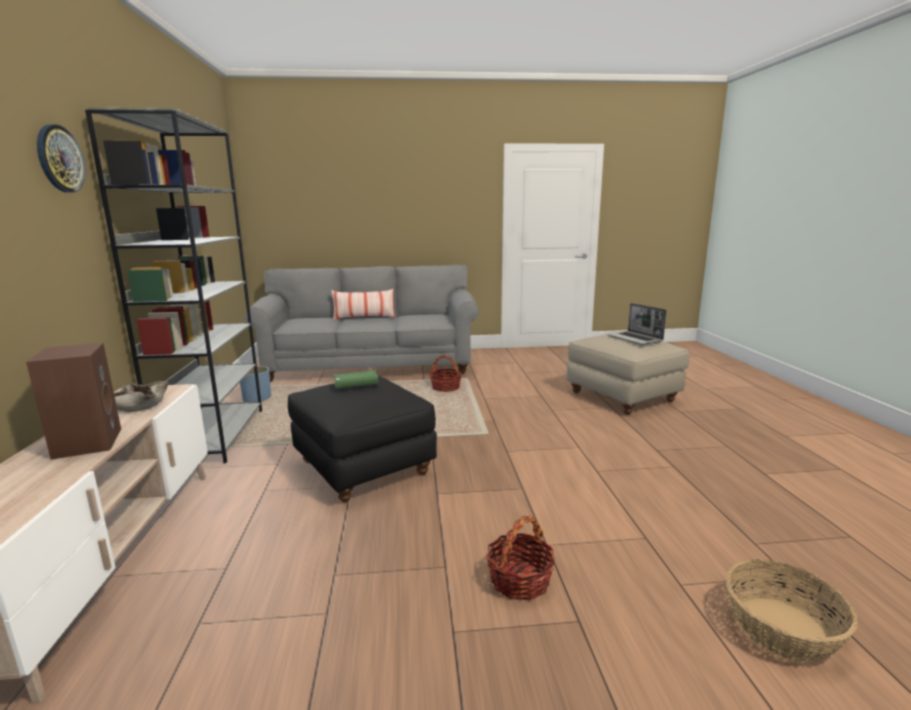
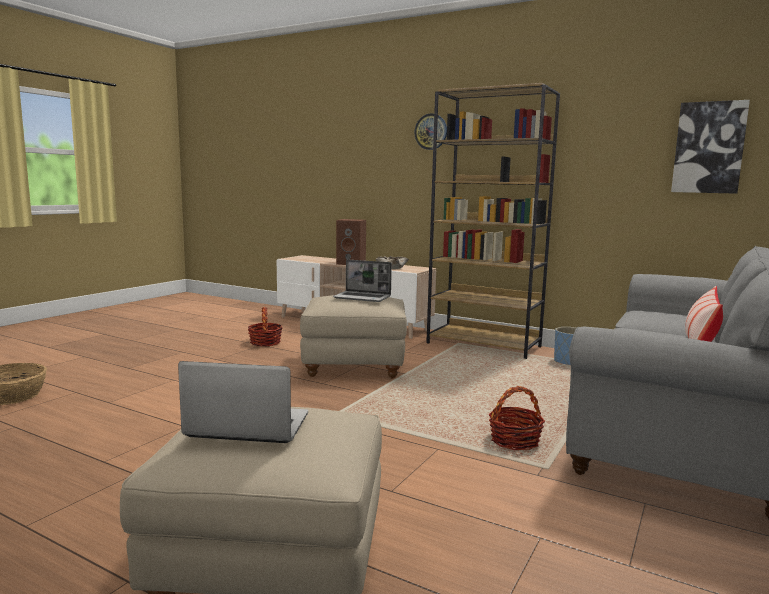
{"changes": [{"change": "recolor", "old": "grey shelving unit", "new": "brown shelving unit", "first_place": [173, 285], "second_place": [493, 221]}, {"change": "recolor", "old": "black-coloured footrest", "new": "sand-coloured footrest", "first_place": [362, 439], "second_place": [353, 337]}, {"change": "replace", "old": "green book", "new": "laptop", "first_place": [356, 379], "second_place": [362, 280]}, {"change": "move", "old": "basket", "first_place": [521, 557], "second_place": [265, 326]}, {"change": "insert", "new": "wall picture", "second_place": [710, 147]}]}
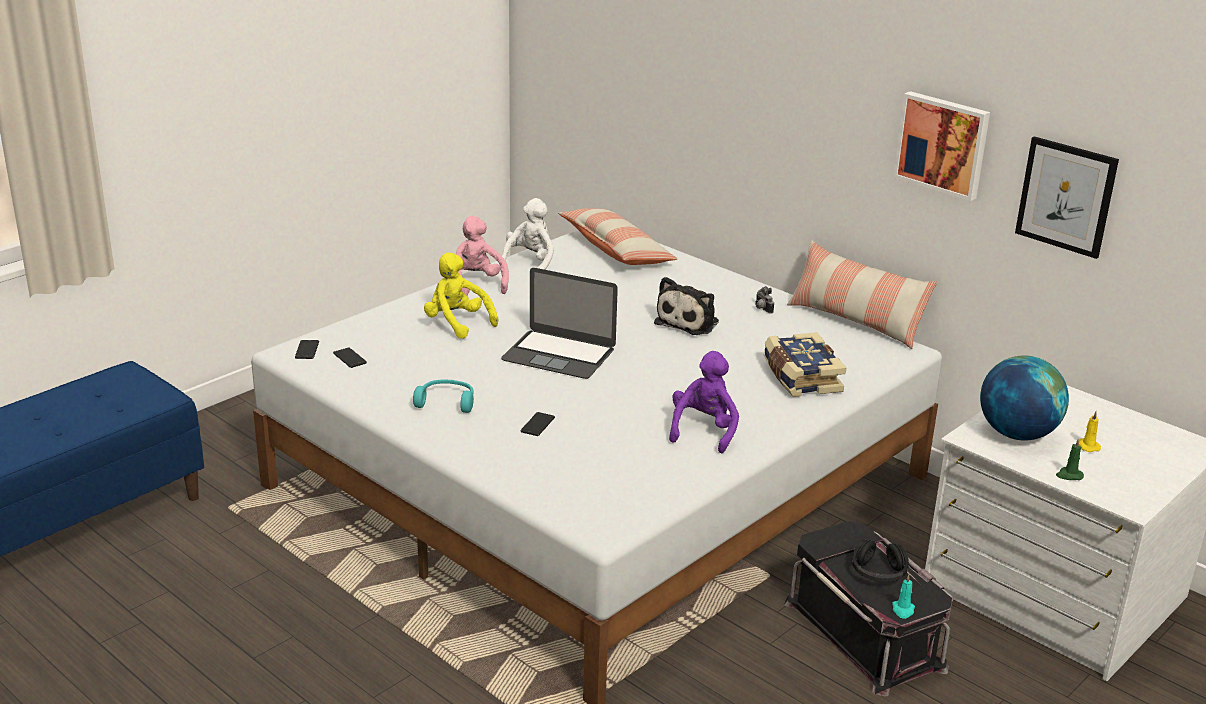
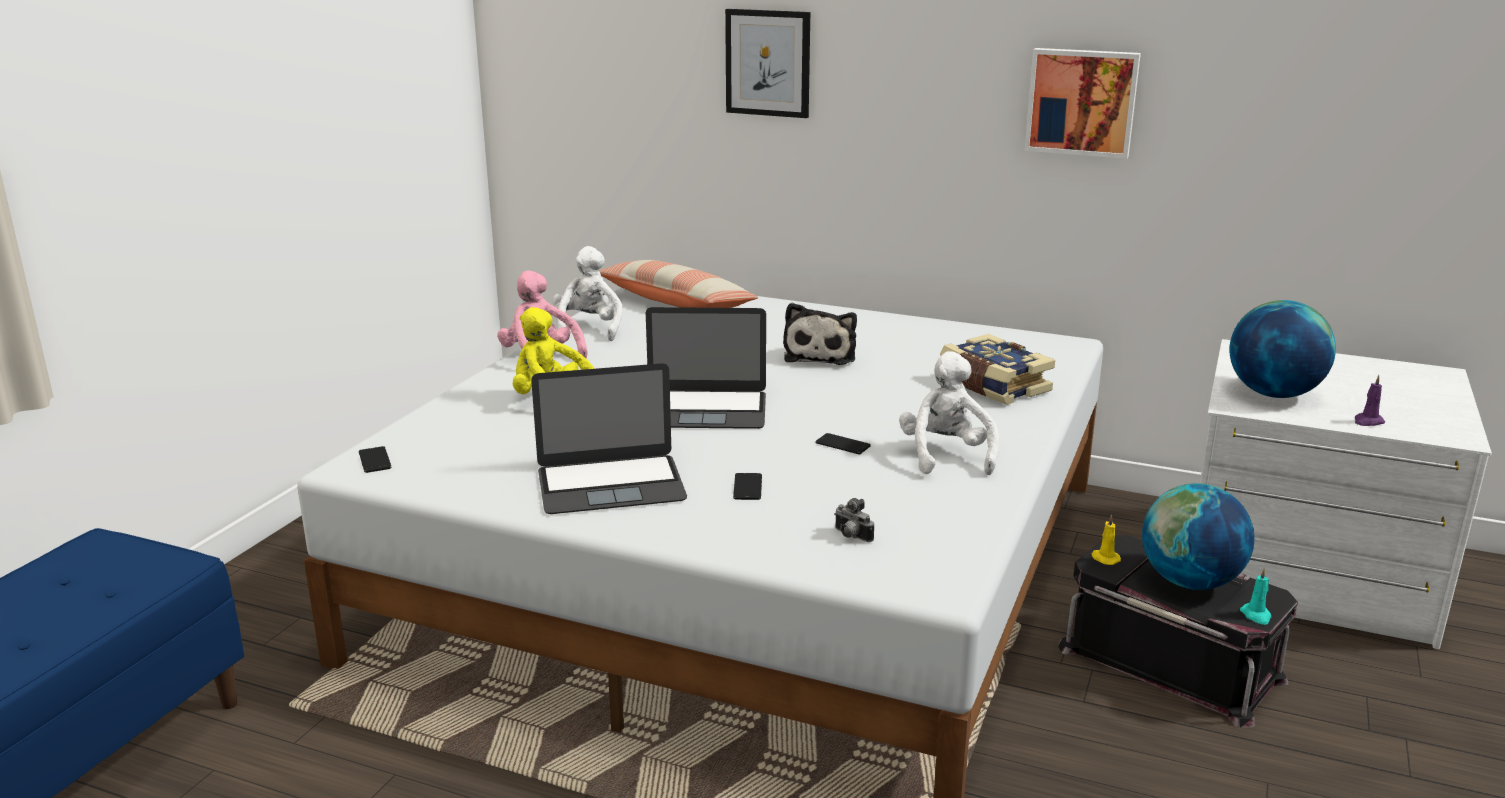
{"changes": [{"change": "move", "old": "telephone", "first_place": [350, 358], "second_place": [843, 444]}, {"change": "replace", "old": "turquoise-coloured headset", "new": "laptop", "first_place": [443, 396], "second_place": [609, 438]}, {"change": "recolor", "old": "purplish soft toy", "new": "white soft toy", "first_place": [704, 402], "second_place": [949, 413]}, {"change": "move", "old": "still camera", "first_place": [764, 299], "second_place": [854, 520]}, {"change": "delete", "old": "cushion", "first_place": [862, 294]}, {"change": "replace", "old": "black-coloured headset", "new": "desk globe", "first_place": [880, 561], "second_place": [1198, 536]}, {"change": "move", "old": "wall picture", "first_place": [1067, 197], "second_place": [767, 63]}, {"change": "recolor", "old": "green wax candle", "new": "purplish wax candle", "first_place": [1070, 459], "second_place": [1370, 400]}, {"change": "move", "old": "yellow-coloured wax candle", "first_place": [1090, 431], "second_place": [1106, 539]}]}
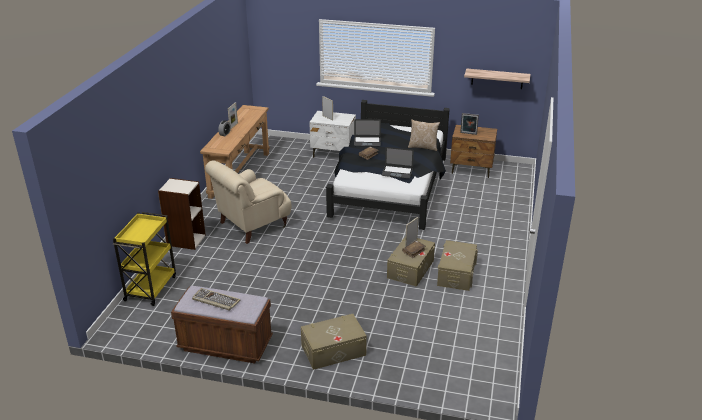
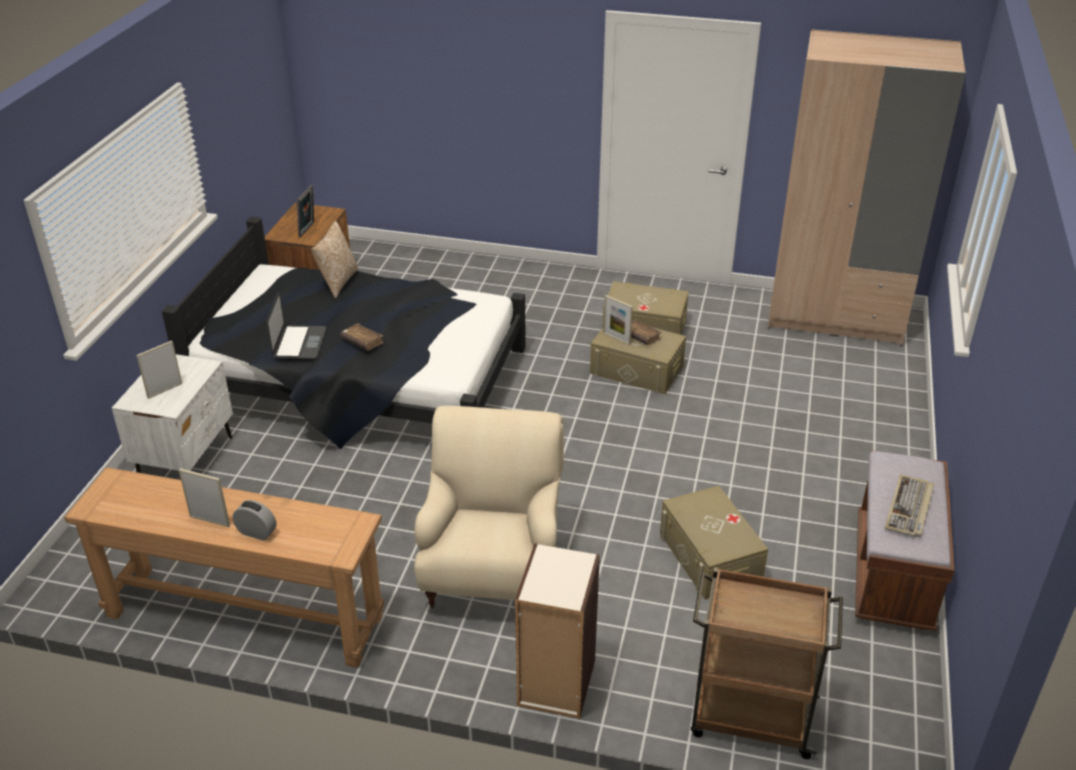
{"changes": [{"change": "recolor", "old": "yellow-coloured wheeled cart", "new": "brown wheeled cart", "first_place": [144, 259], "second_place": [767, 663]}, {"change": "rotate", "old": "sand-coloured easy chair", "first_place": [248, 202], "second_place": [489, 507], "degrees": -135}, {"change": "move", "old": "sand-coloured storage bin", "first_place": [334, 342], "second_place": [714, 542]}, {"change": "delete", "old": "laptop", "first_place": [397, 163]}, {"change": "delete", "old": "shelf", "first_place": [497, 78]}, {"change": "insert", "new": "sand-coloured armoire", "second_place": [867, 187]}]}
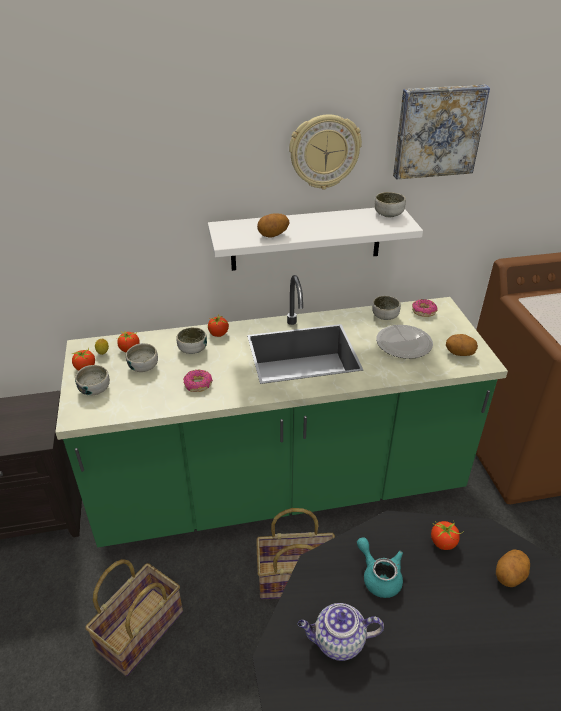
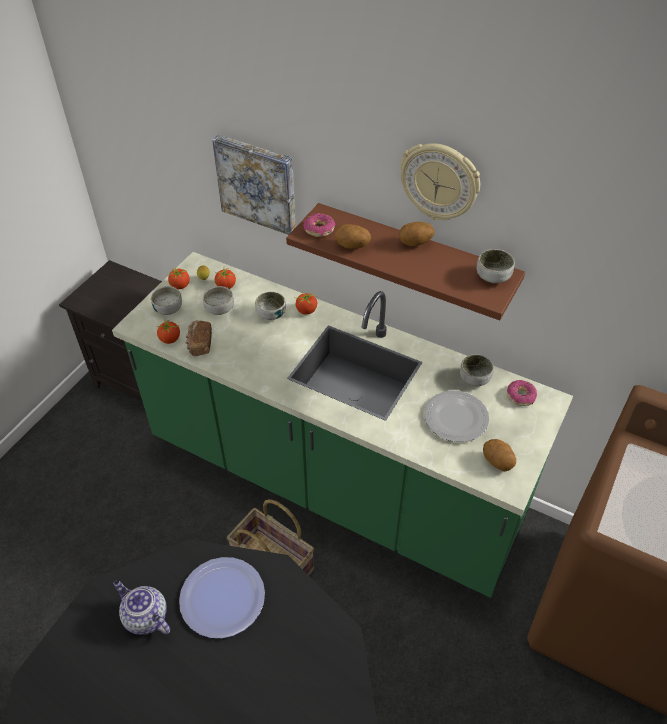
{"changes": [{"change": "delete", "old": "basket", "first_place": [134, 617]}, {"change": "move", "old": "ring doughnut", "first_place": [198, 380], "second_place": [319, 225]}, {"change": "recolor", "old": "white shelf", "new": "brown shelf", "first_place": [315, 239], "second_place": [405, 261]}, {"change": "replace", "old": "turquoise-coloured pot for tea", "new": "plate", "first_place": [380, 567], "second_place": [222, 598]}, {"change": "move", "old": "wall picture", "first_place": [441, 132], "second_place": [254, 185]}, {"change": "move", "old": "tomato", "first_place": [447, 535], "second_place": [168, 331]}, {"change": "move", "old": "spud", "first_place": [513, 568], "second_place": [417, 234]}, {"change": "insert", "new": "bread", "second_place": [198, 338]}]}
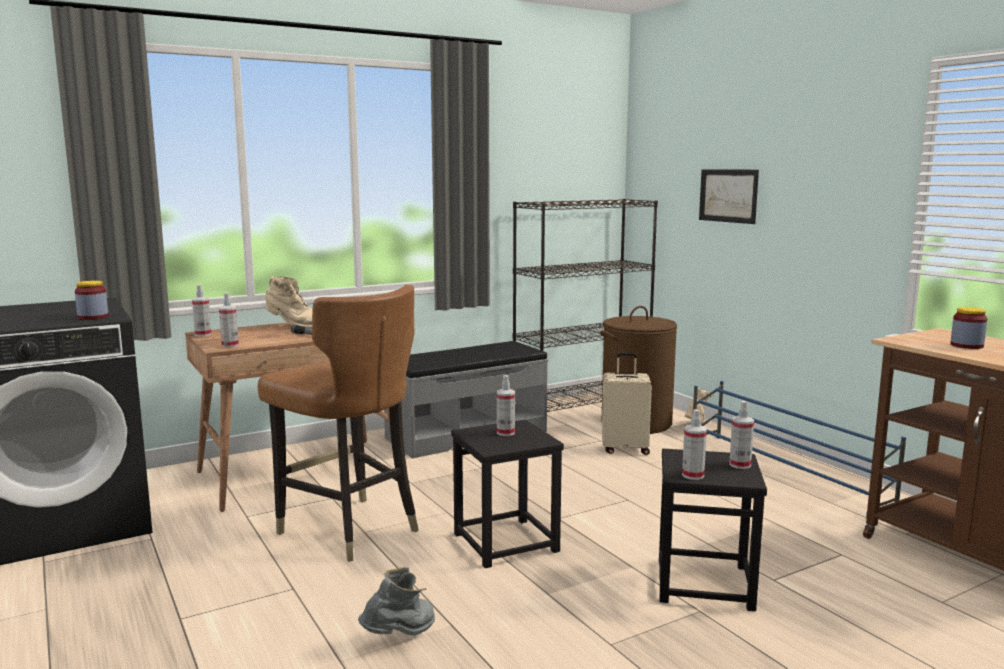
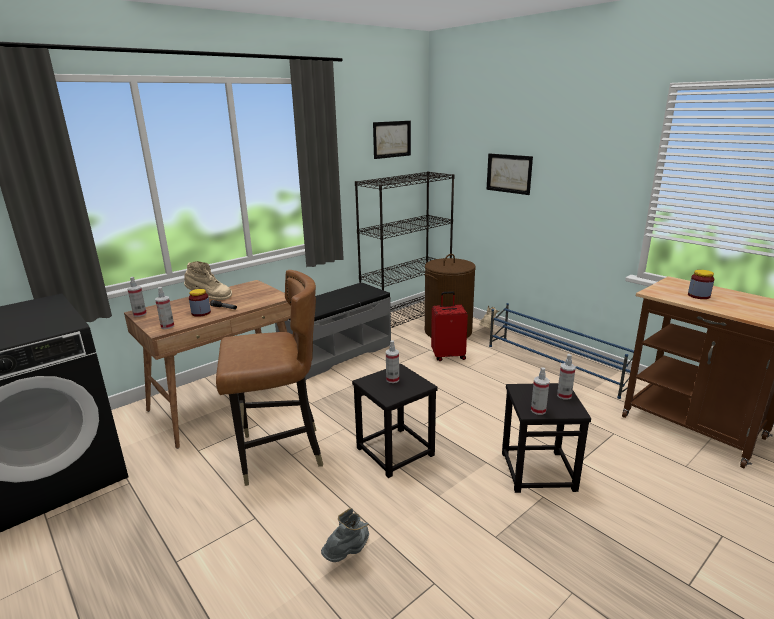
{"changes": [{"change": "move", "old": "storage jar", "first_place": [91, 300], "second_place": [200, 303]}, {"change": "rotate", "old": "brown chair", "first_place": [338, 423], "second_place": [269, 378], "degrees": -45}, {"change": "recolor", "old": "sand-coloured piece of luggage", "new": "red-coloured piece of luggage", "first_place": [627, 403], "second_place": [449, 326]}, {"change": "insert", "new": "wall picture", "second_place": [392, 140]}]}
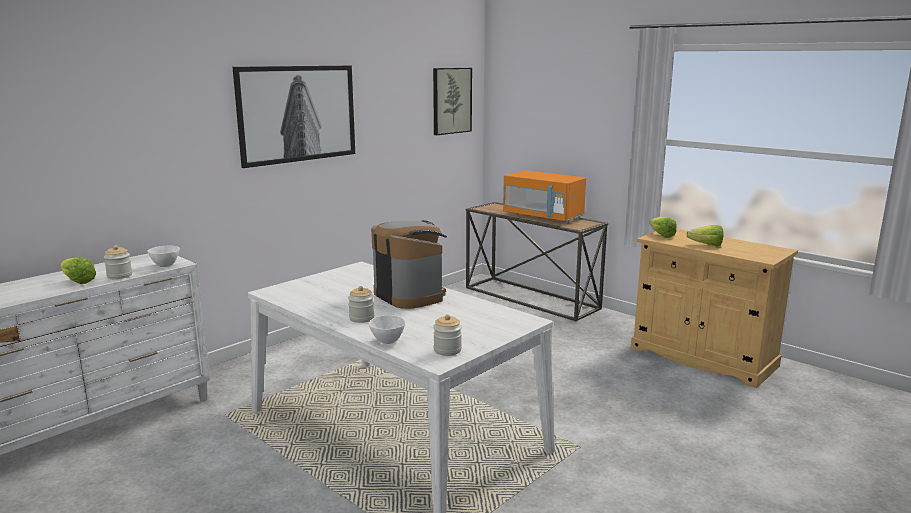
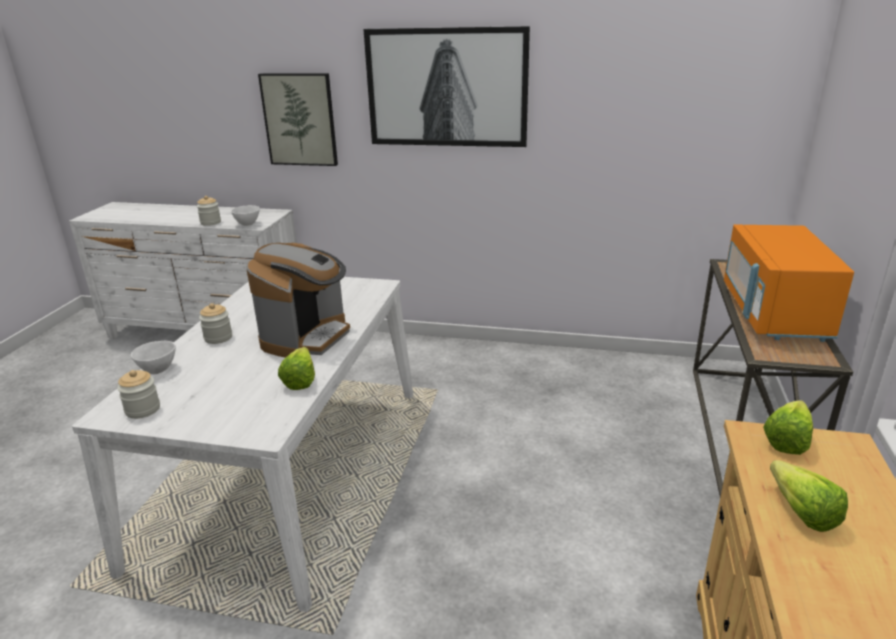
{"changes": [{"change": "move", "old": "head of lettuce", "first_place": [78, 270], "second_place": [296, 368]}, {"change": "move", "old": "wall picture", "first_place": [452, 101], "second_place": [298, 119]}]}
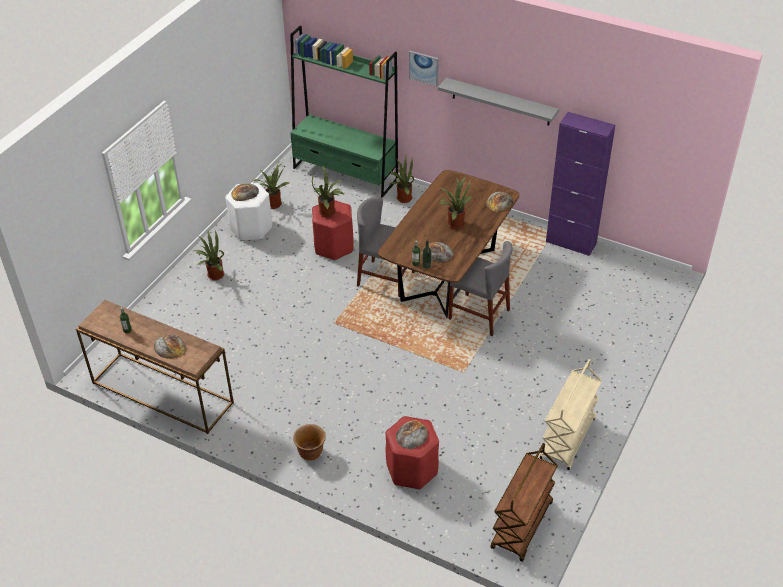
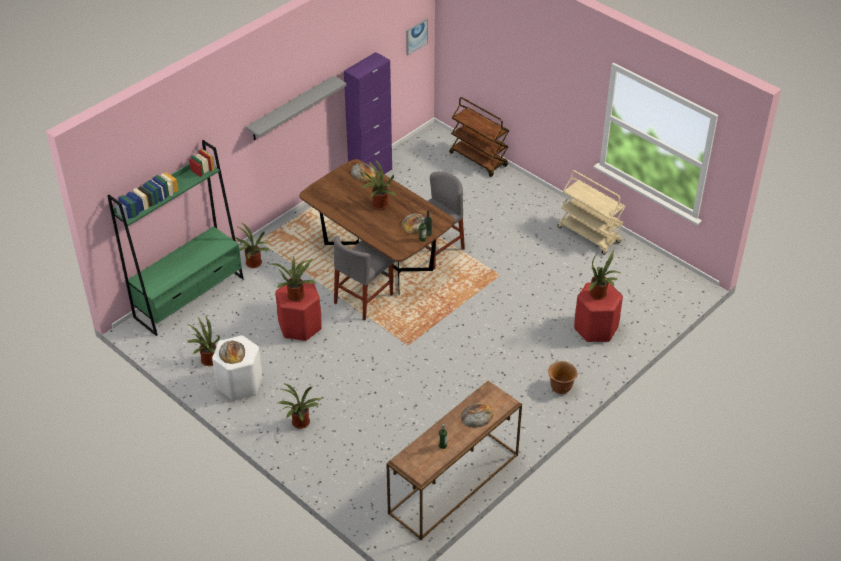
{"changes": [{"change": "replace", "old": "bread", "new": "potted plant", "first_place": [412, 434], "second_place": [604, 275]}, {"change": "move", "old": "wall picture", "first_place": [424, 69], "second_place": [417, 36]}, {"change": "move", "old": "brown wheeled cart", "first_place": [524, 502], "second_place": [479, 137]}]}
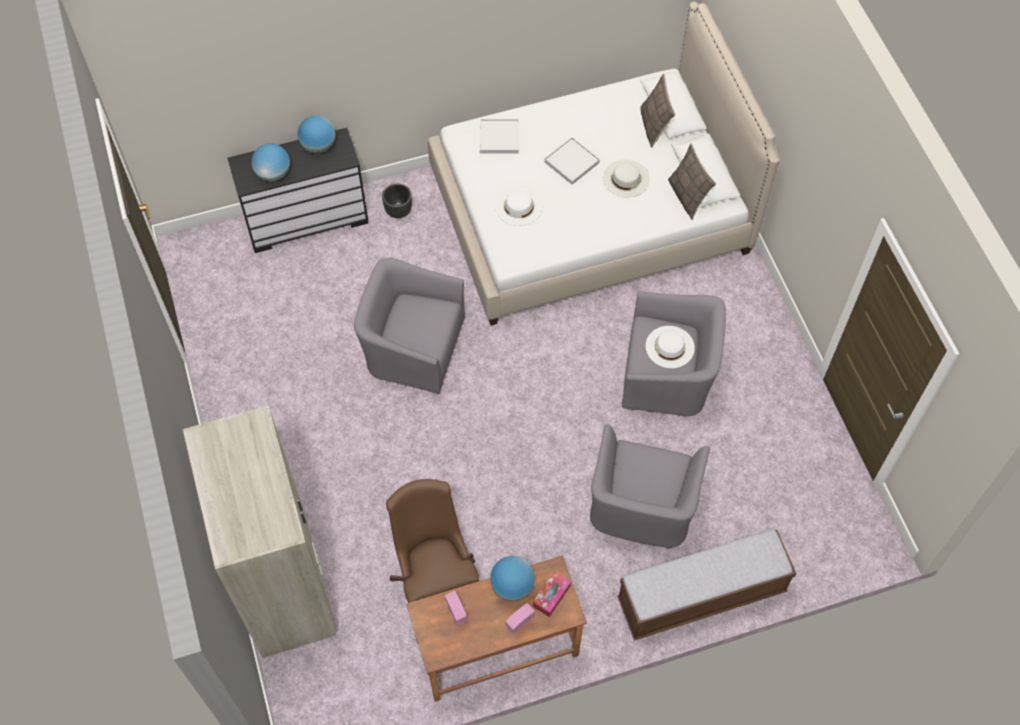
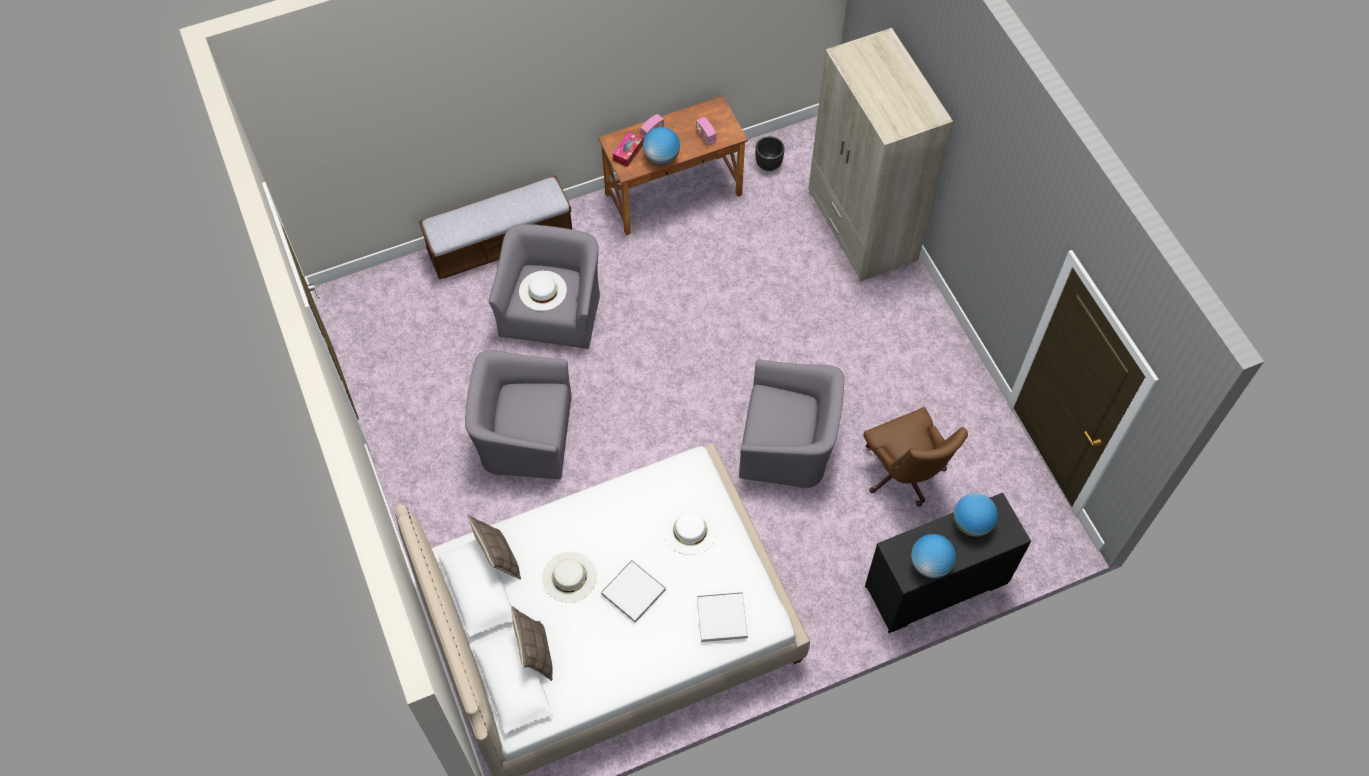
{"changes": [{"change": "move", "old": "black-coloured flower pot", "first_place": [397, 200], "second_place": [770, 153]}, {"change": "move", "old": "brown computer chair", "first_place": [432, 541], "second_place": [916, 457]}, {"change": "move", "old": "white clothing hat", "first_place": [670, 347], "second_place": [543, 291]}]}
